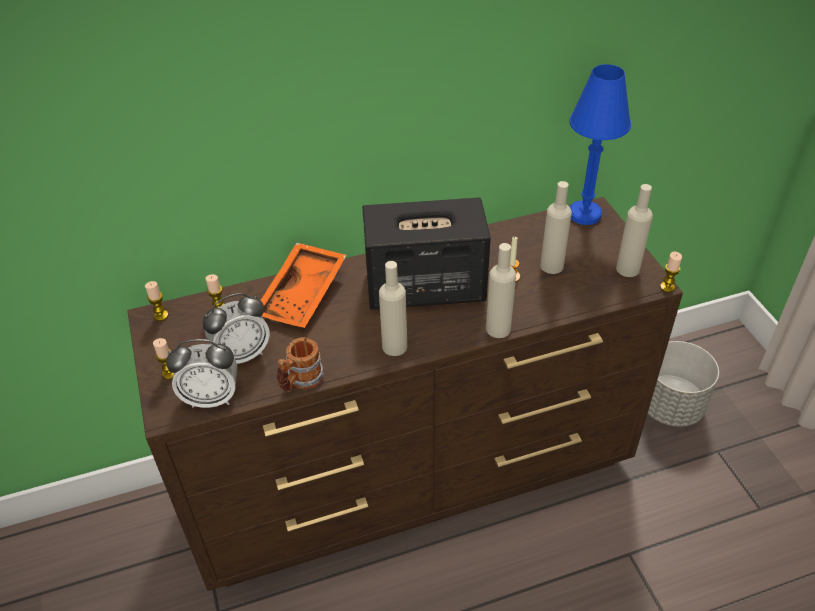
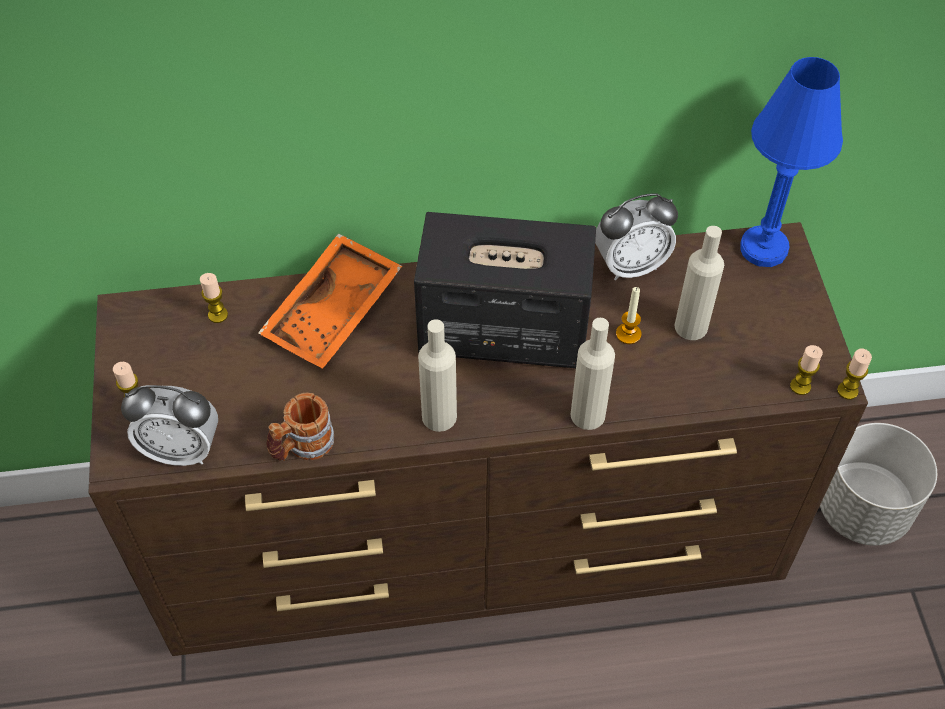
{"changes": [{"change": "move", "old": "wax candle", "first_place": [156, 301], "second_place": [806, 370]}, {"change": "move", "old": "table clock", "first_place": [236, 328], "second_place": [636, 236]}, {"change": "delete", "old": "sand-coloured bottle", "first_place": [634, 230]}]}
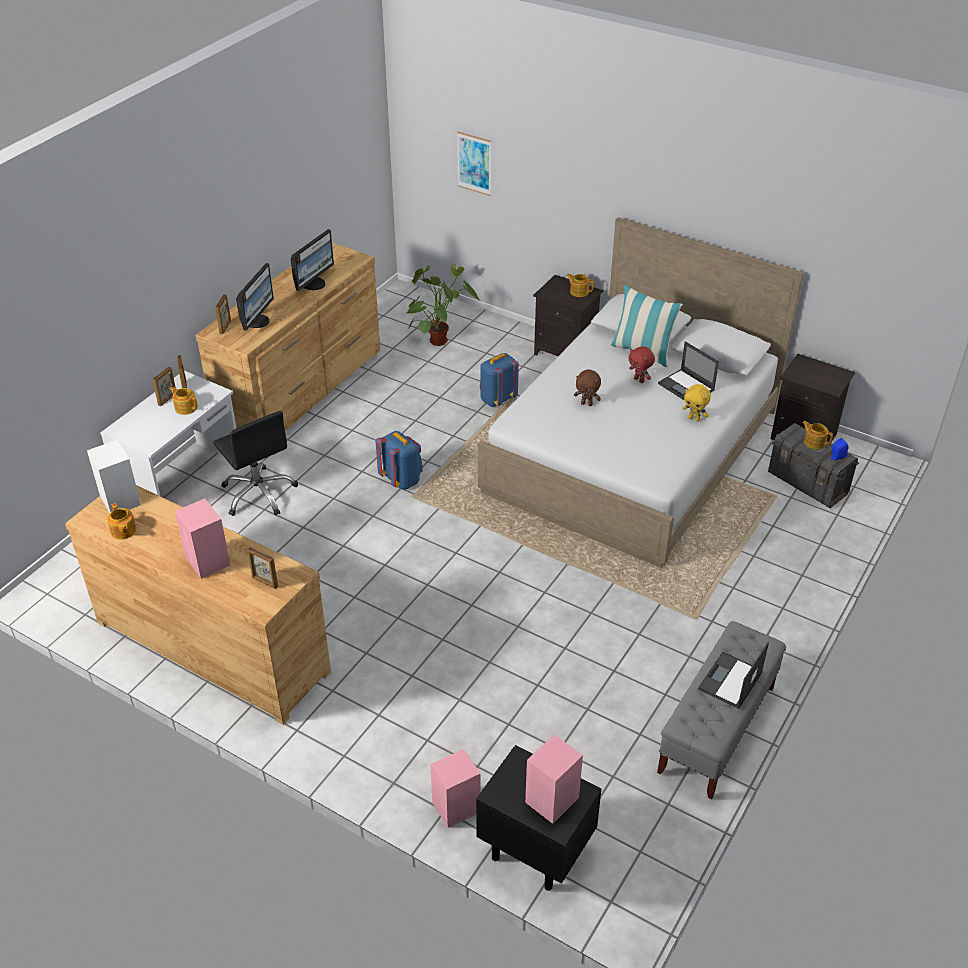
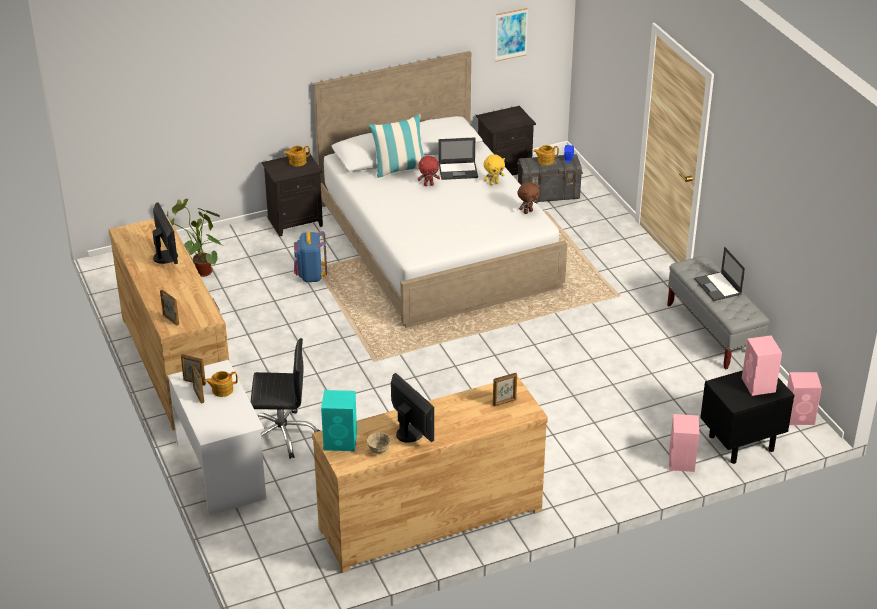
{"changes": [{"change": "recolor", "old": "white audio speaker", "new": "turquoise-coloured audio speaker", "first_place": [114, 476], "second_place": [339, 420]}, {"change": "replace", "old": "pot for tea", "new": "sand-coloured serving bowl", "first_place": [122, 521], "second_place": [379, 443]}, {"change": "move", "old": "pinkish audio speaker", "first_place": [203, 538], "second_place": [804, 398]}, {"change": "move", "old": "monitor", "first_place": [255, 297], "second_place": [412, 408]}, {"change": "delete", "old": "bluish rucksack", "first_place": [399, 460]}, {"change": "move", "old": "wall picture", "first_place": [474, 164], "second_place": [511, 35]}, {"change": "move", "old": "brown soft toy", "first_place": [587, 387], "second_place": [528, 198]}]}
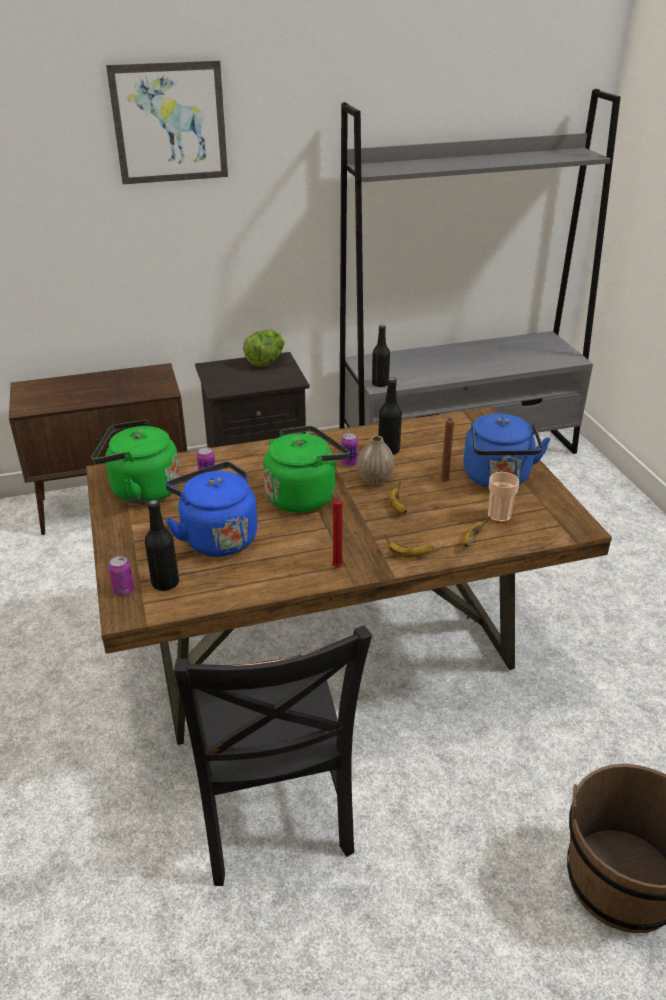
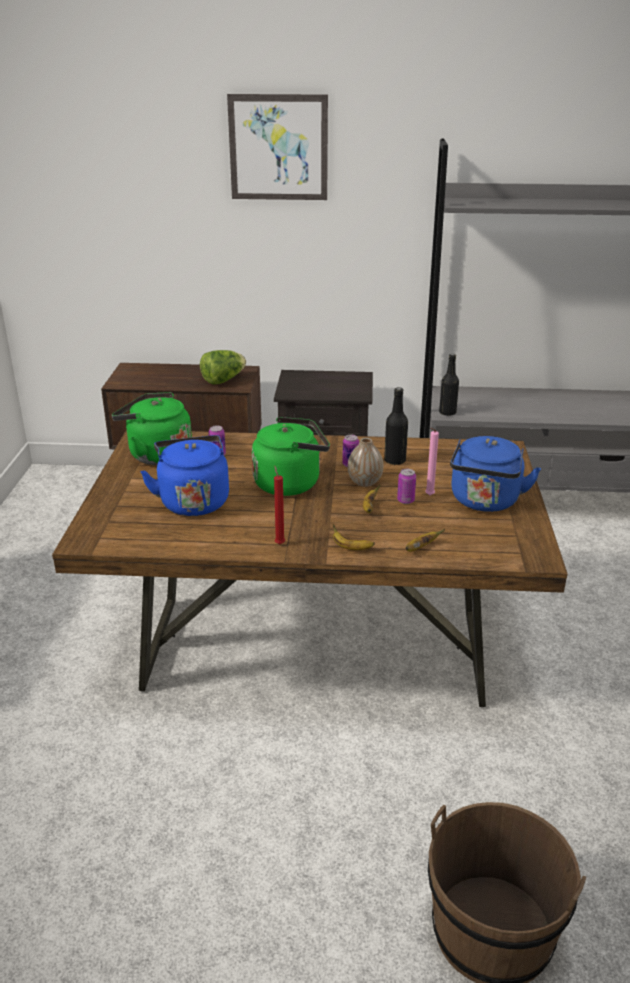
{"changes": [{"change": "move", "old": "metal can", "first_place": [121, 576], "second_place": [406, 486]}, {"change": "delete", "old": "black-coloured bottle", "first_place": [162, 545]}, {"change": "delete", "old": "black-coloured chair", "first_place": [273, 756]}, {"change": "move", "old": "head of lettuce", "first_place": [264, 348], "second_place": [223, 367]}, {"change": "recolor", "old": "brown wax candle", "new": "pinkish wax candle", "first_place": [447, 449], "second_place": [432, 461]}, {"change": "delete", "old": "drinking cup", "first_place": [503, 497]}]}
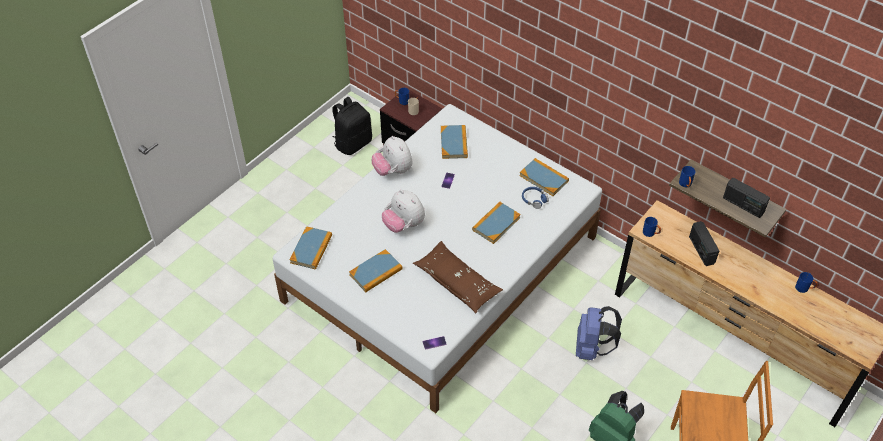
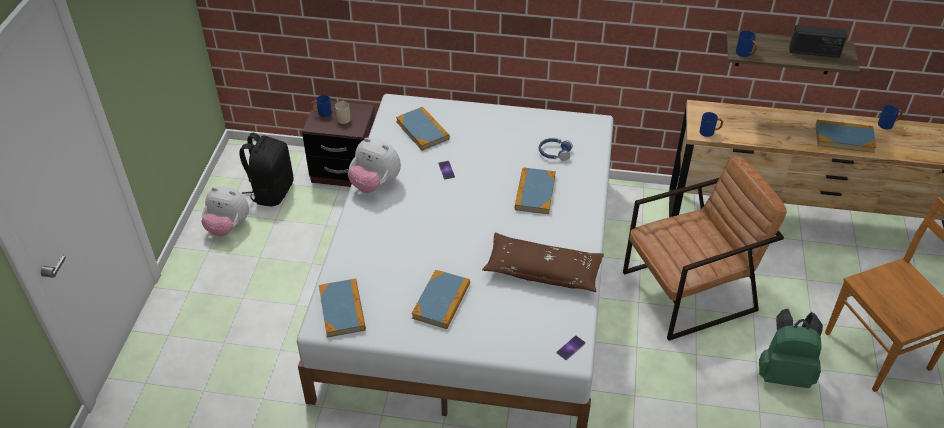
{"changes": [{"change": "move", "old": "soft toy", "first_place": [403, 211], "second_place": [225, 211]}, {"change": "move", "old": "book", "first_place": [544, 177], "second_place": [846, 136]}, {"change": "replace", "old": "bluish rucksack", "new": "brown easy chair", "first_place": [599, 333], "second_place": [705, 248]}, {"change": "delete", "old": "radio set", "first_place": [704, 243]}]}
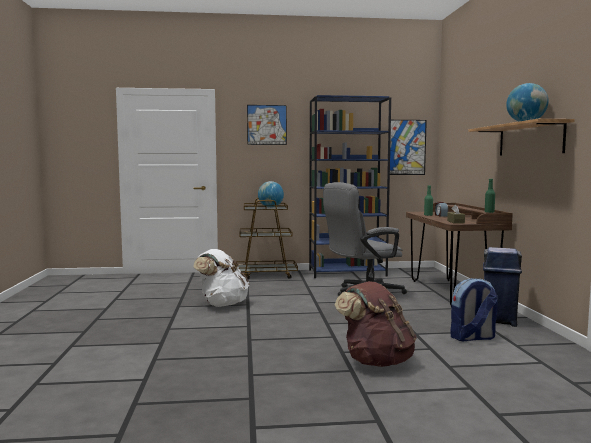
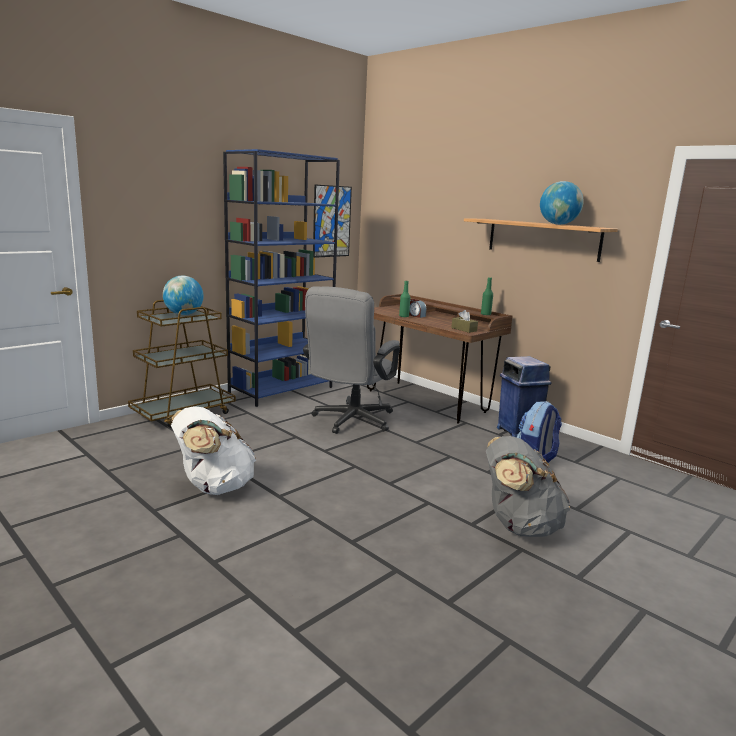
{"changes": [{"change": "delete", "old": "wall picture", "first_place": [267, 125]}, {"change": "recolor", "old": "brown rucksack", "new": "grey rucksack", "first_place": [376, 324], "second_place": [528, 486]}]}
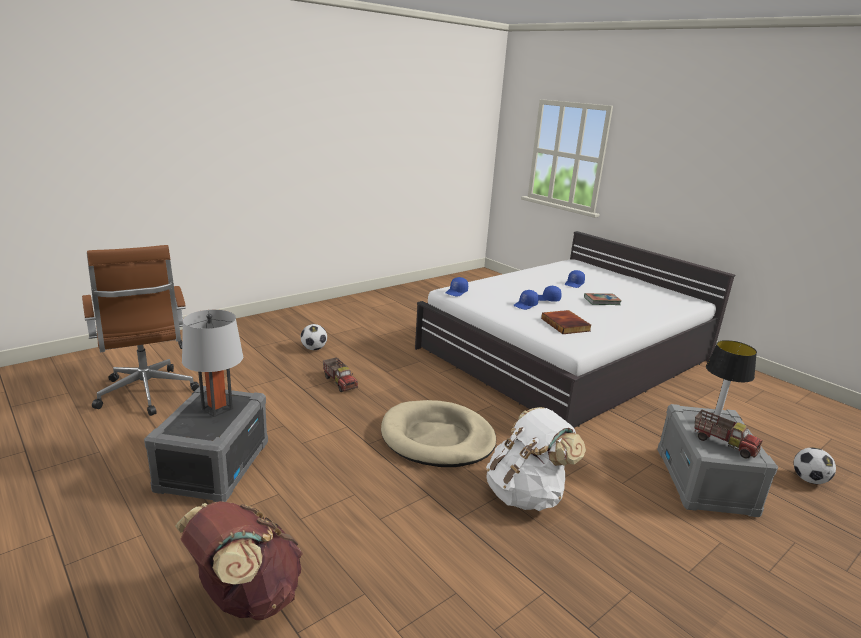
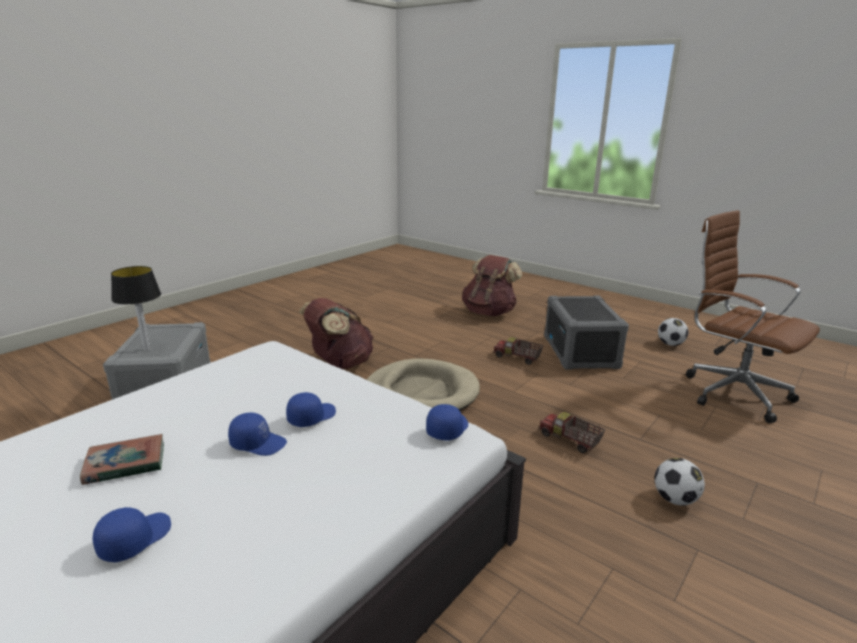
{"changes": [{"change": "delete", "old": "grey table lamp", "first_place": [212, 363]}, {"change": "recolor", "old": "white rucksack", "new": "brown rucksack", "first_place": [536, 459], "second_place": [336, 333]}, {"change": "delete", "old": "book", "first_place": [566, 322]}, {"change": "move", "old": "toy lorry", "first_place": [728, 434], "second_place": [518, 351]}, {"change": "move", "old": "football", "first_place": [815, 465], "second_place": [673, 332]}]}
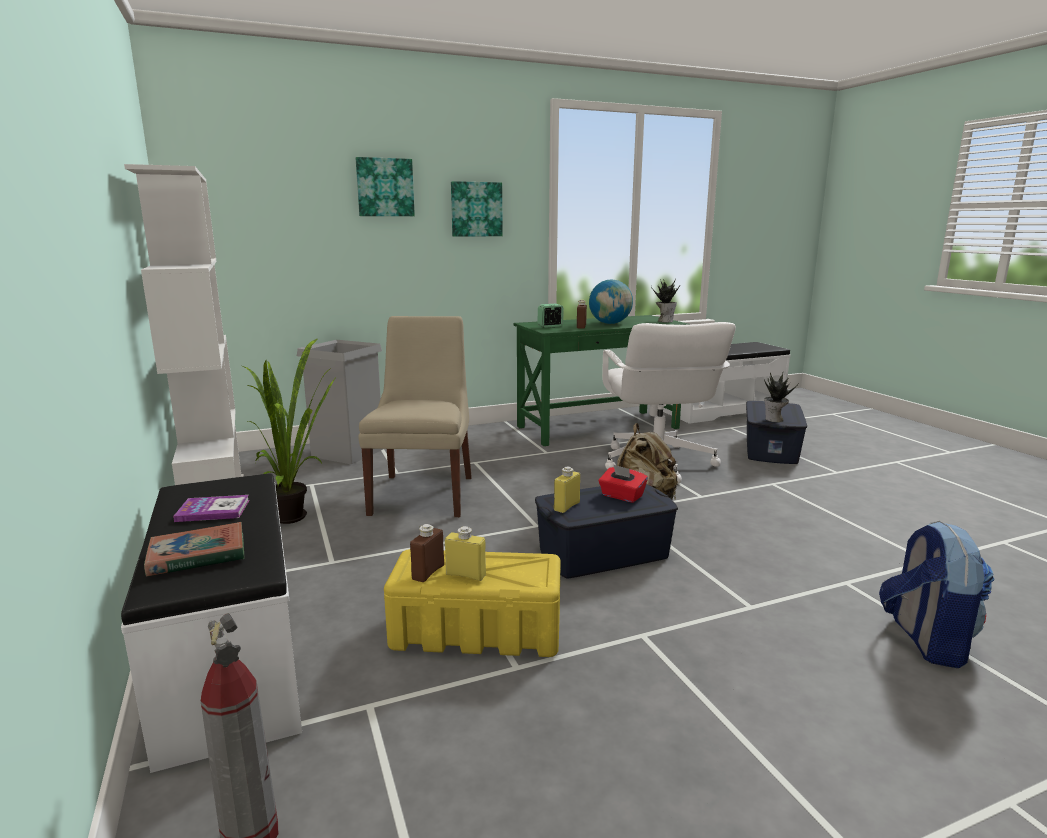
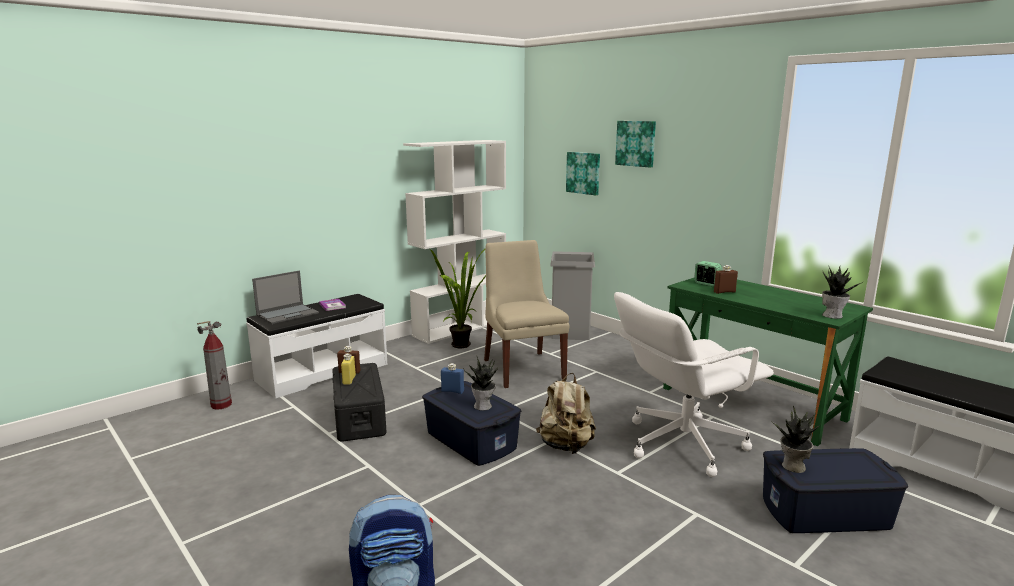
{"changes": [{"change": "replace", "old": "book", "new": "laptop", "first_place": [194, 549], "second_place": [285, 297]}, {"change": "rotate", "old": "sand-coloured chair", "first_place": [415, 416], "second_place": [526, 314], "degrees": -90}, {"change": "recolor", "old": "yellow-coloured storage bin", "new": "black-coloured storage bin", "first_place": [472, 603], "second_place": [359, 402]}, {"change": "move", "old": "wall picture", "first_place": [477, 209], "second_place": [583, 173]}, {"change": "recolor", "old": "yellow-coloured bottle", "new": "bluish bottle", "first_place": [567, 490], "second_place": [452, 378]}, {"change": "delete", "old": "desk globe", "first_place": [611, 301]}, {"change": "replace", "old": "red-coloured tissue holder", "new": "potted plant", "first_place": [623, 483], "second_place": [480, 383]}]}
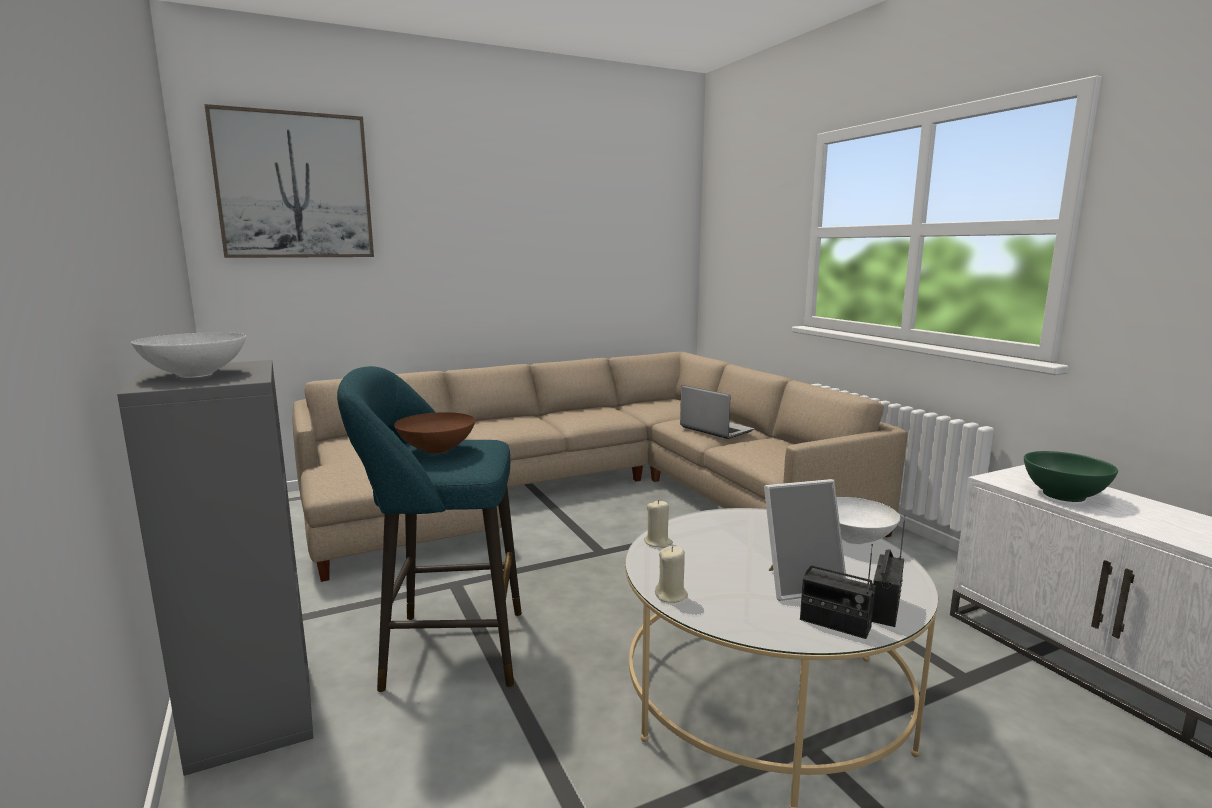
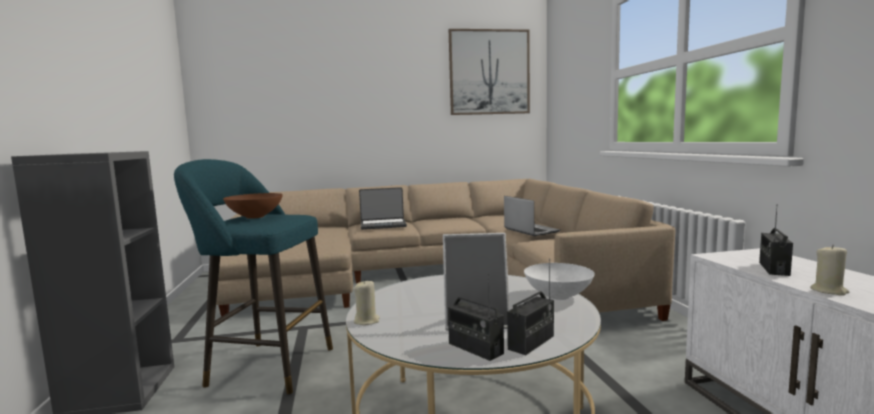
{"changes": [{"change": "delete", "old": "white serving bowl", "first_place": [188, 355]}, {"change": "move", "old": "wall picture", "first_place": [289, 181], "second_place": [489, 72]}, {"change": "move", "old": "sand-coloured wax candle", "first_place": [658, 524], "second_place": [829, 270]}, {"change": "replace", "old": "green serving bowl", "new": "radio set", "first_place": [1071, 476], "second_place": [776, 240]}, {"change": "insert", "new": "laptop", "second_place": [383, 208]}]}
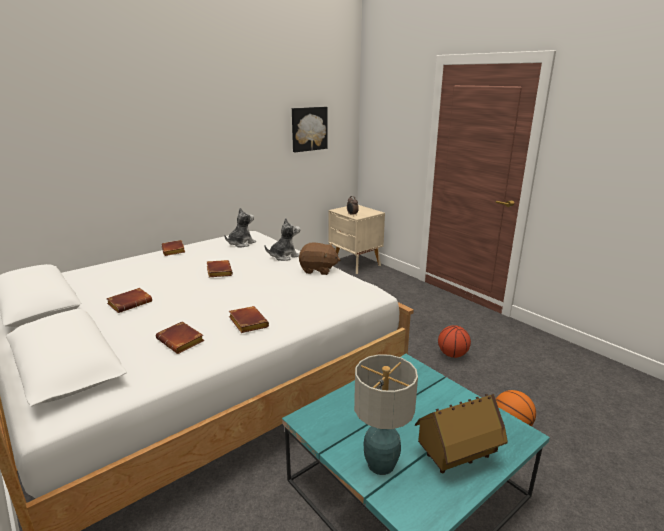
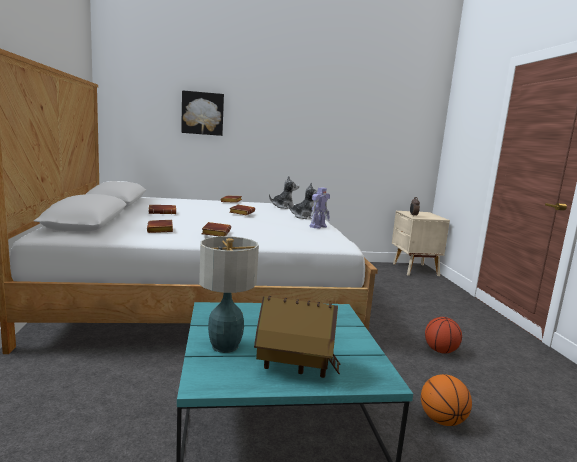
{"changes": [{"change": "move", "old": "wall picture", "first_place": [310, 129], "second_place": [202, 113]}, {"change": "replace", "old": "brown soft toy", "new": "toy robot", "first_place": [319, 259], "second_place": [320, 208]}]}
